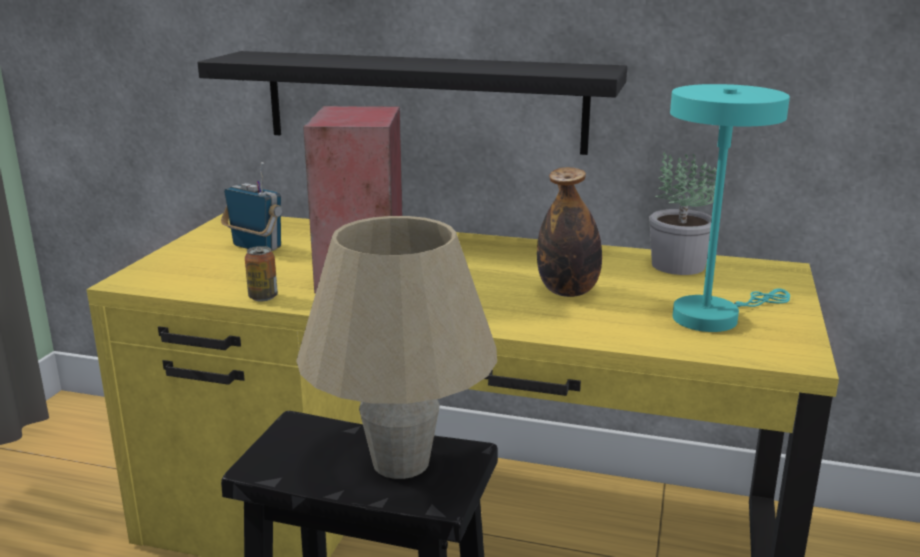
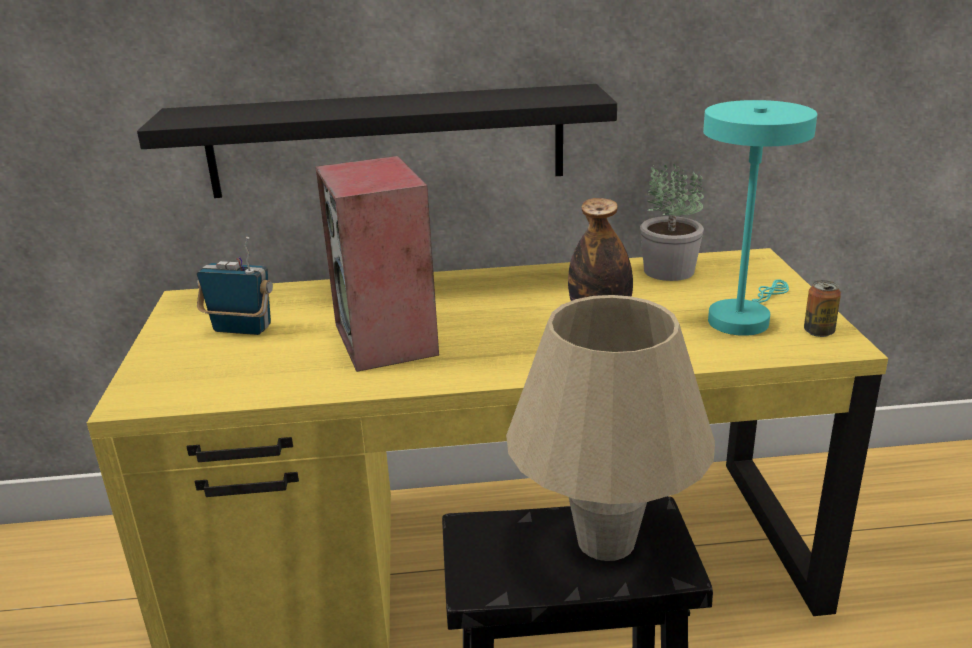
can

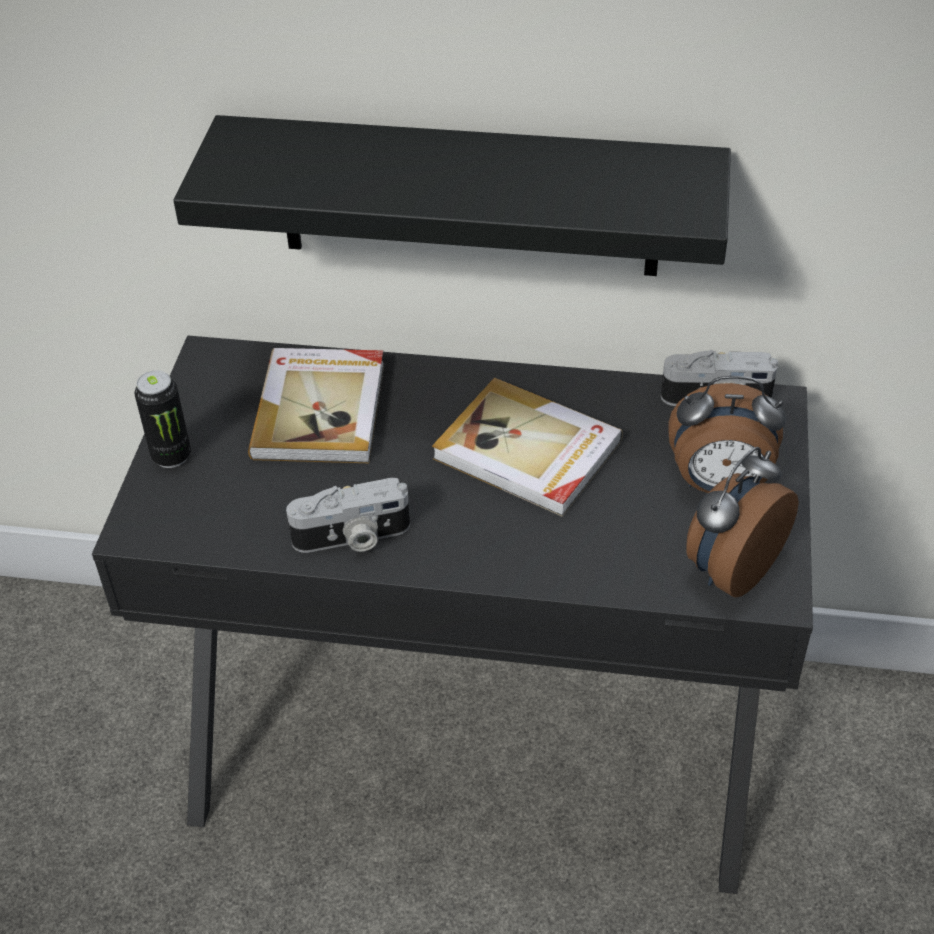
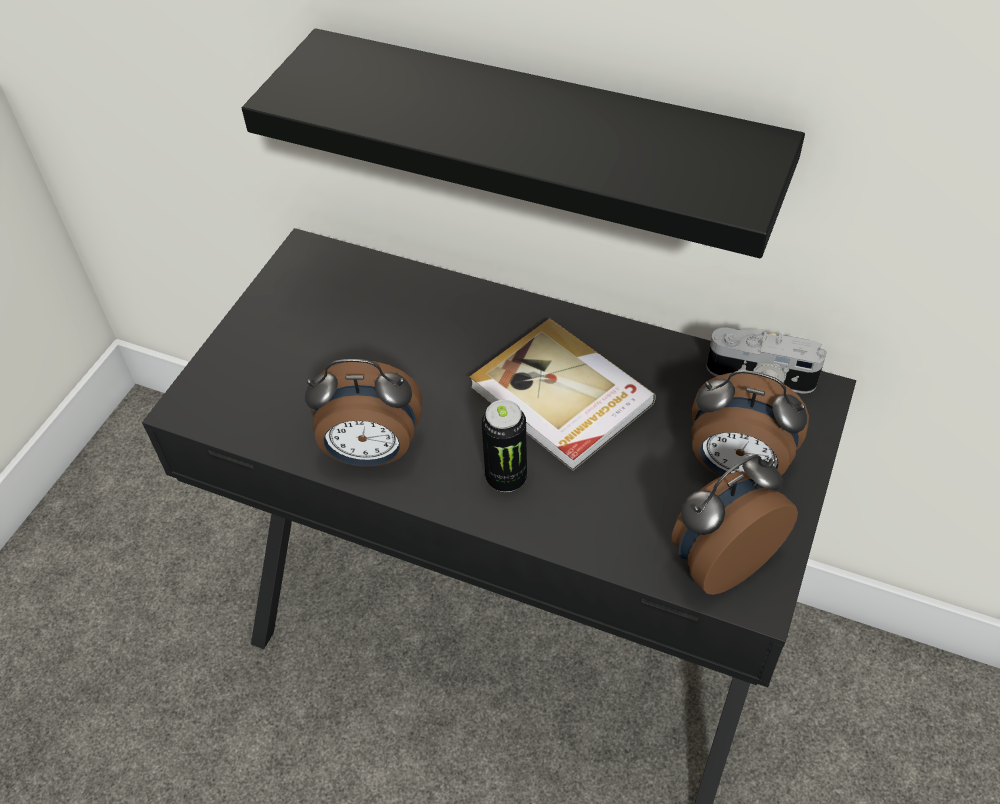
book (no. 1 from left in the first image)
can
alarm clock (no. 1 from left)

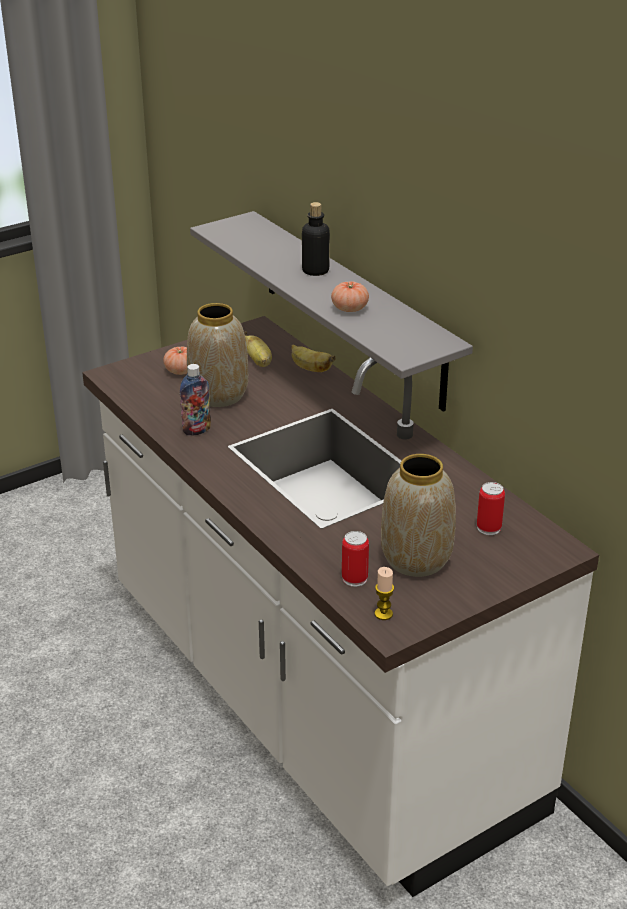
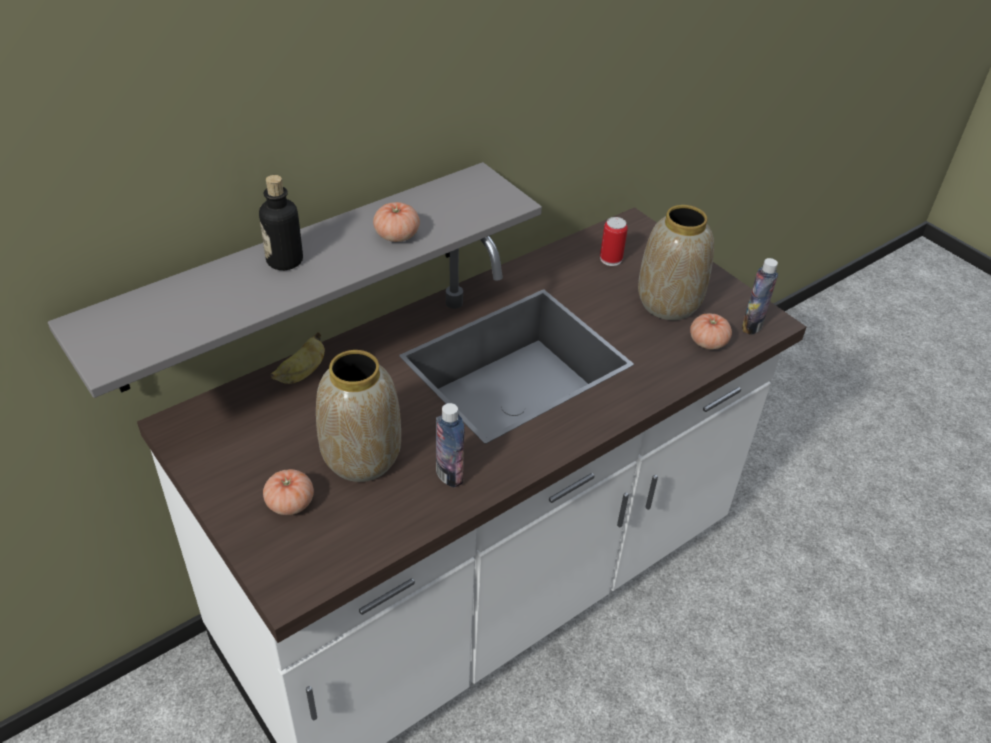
banana (no. 1 from left in the first image)
tomato (no. 3 from left)
bottle (no. 3 from left)

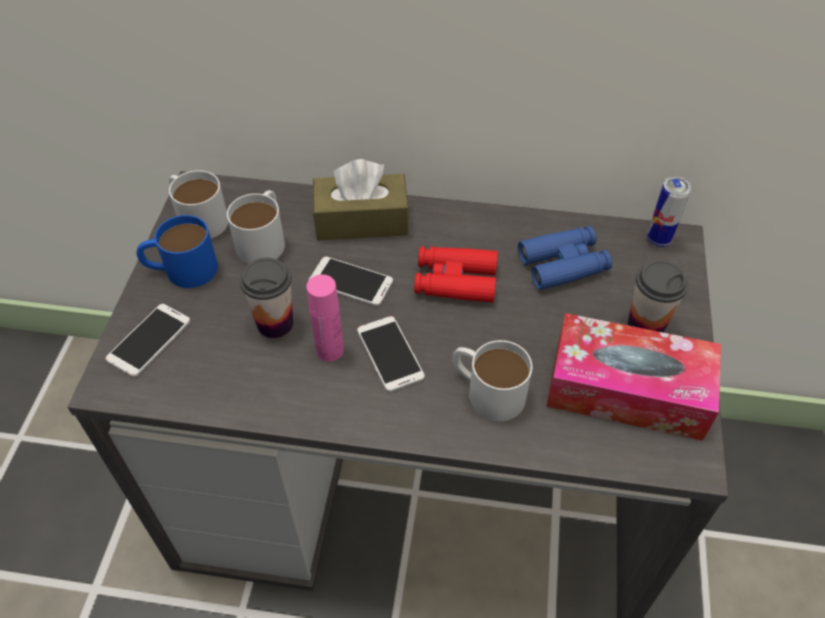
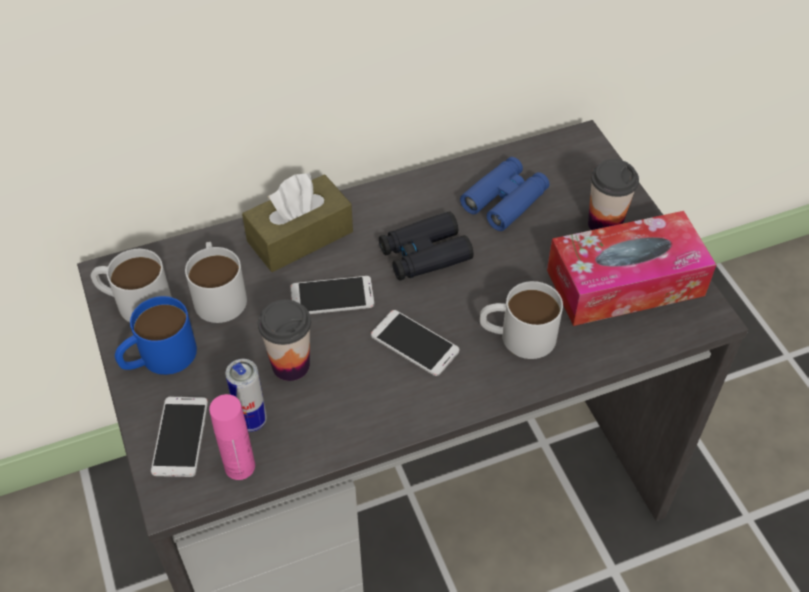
pink bottle
can
black binoculars

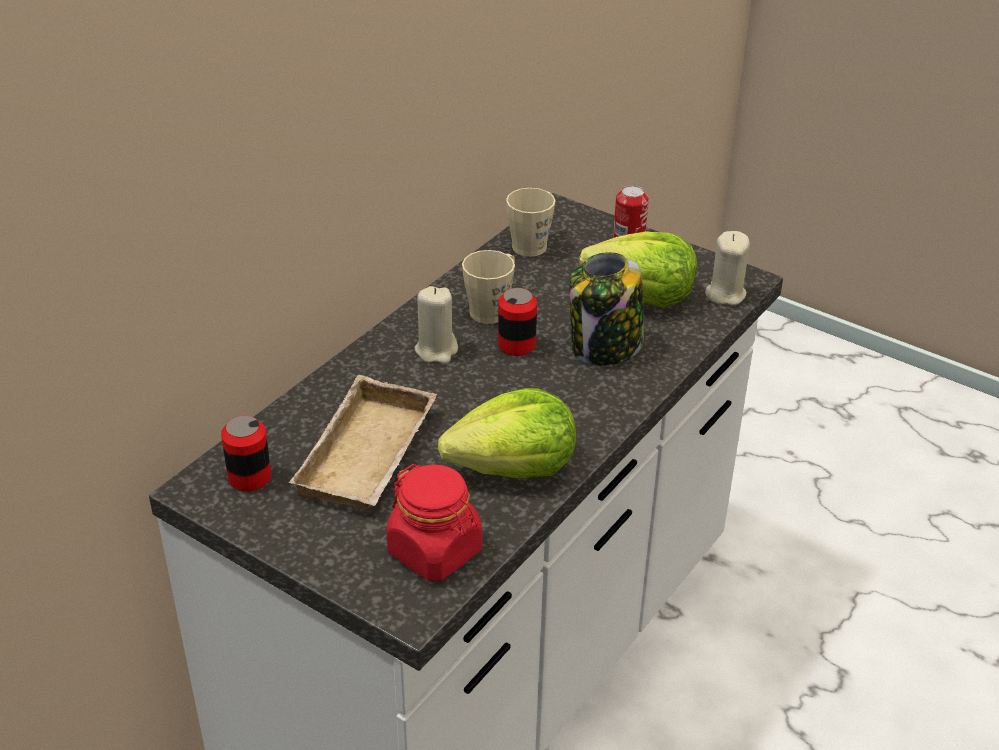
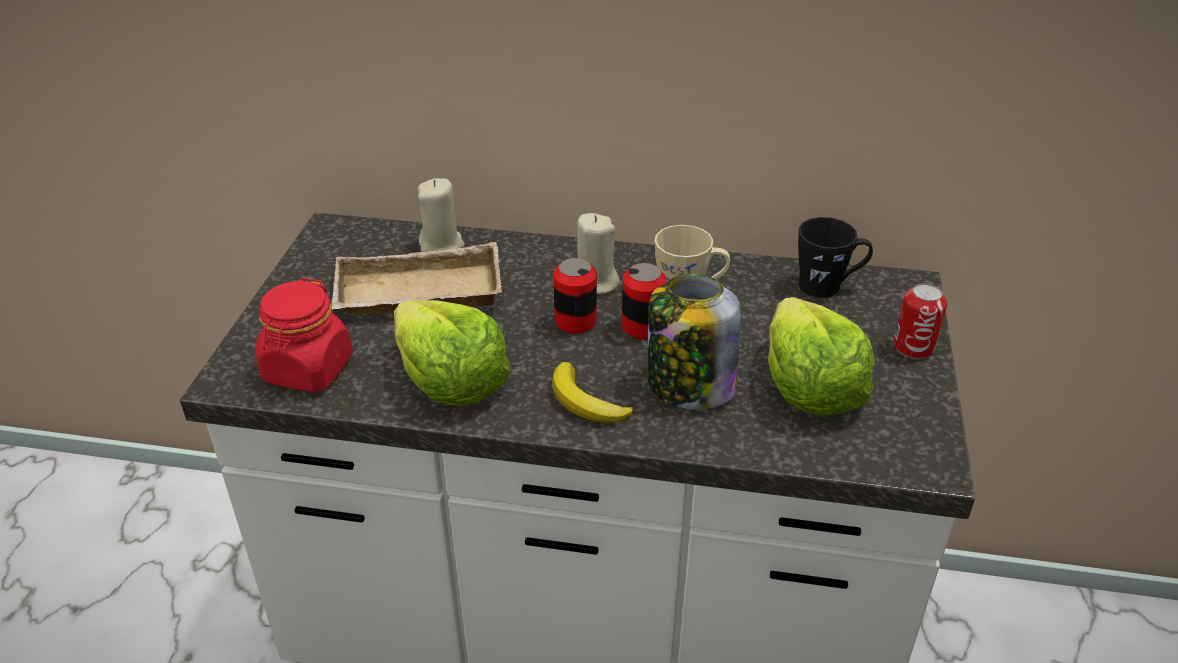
banana
can (no. 1 from left)
beige candle (no. 1 from left)
black mug

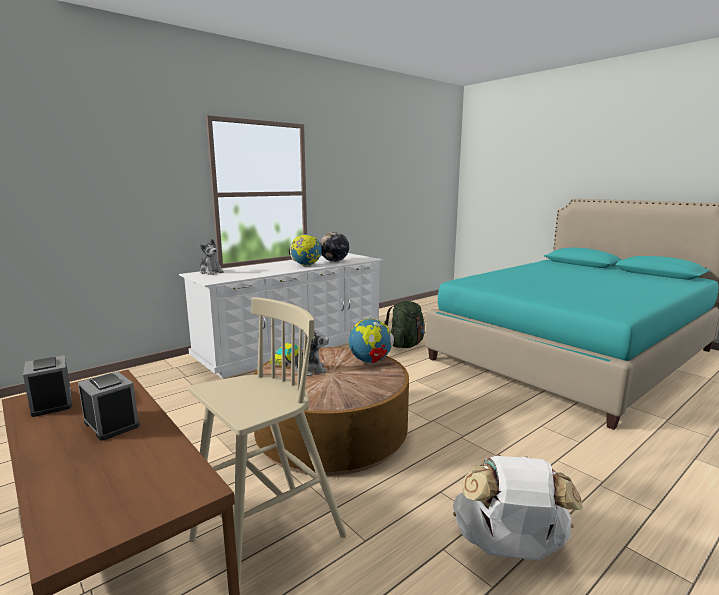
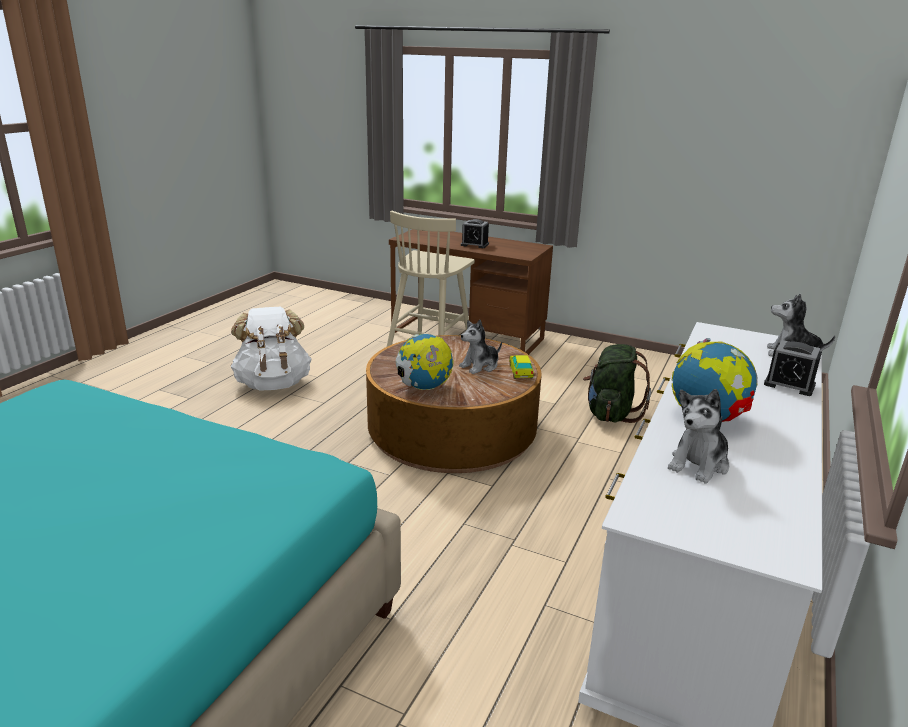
alarm clock (no. 2 from left)
green backpack
plush toy (no. 2 from left)

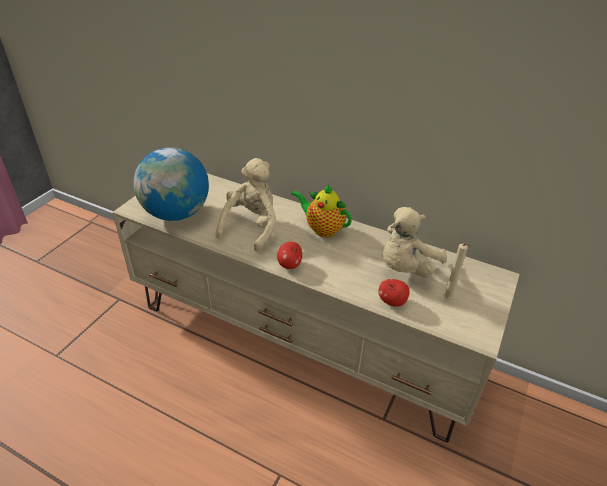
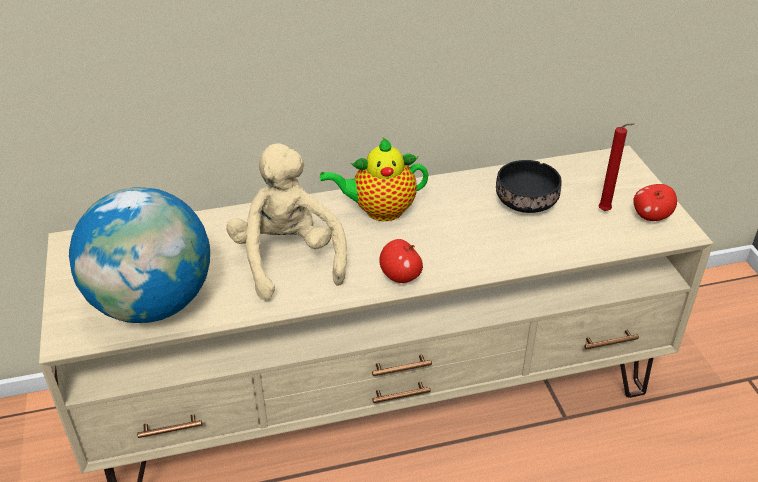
apple (no. 2 from left)
black bowl
red candle

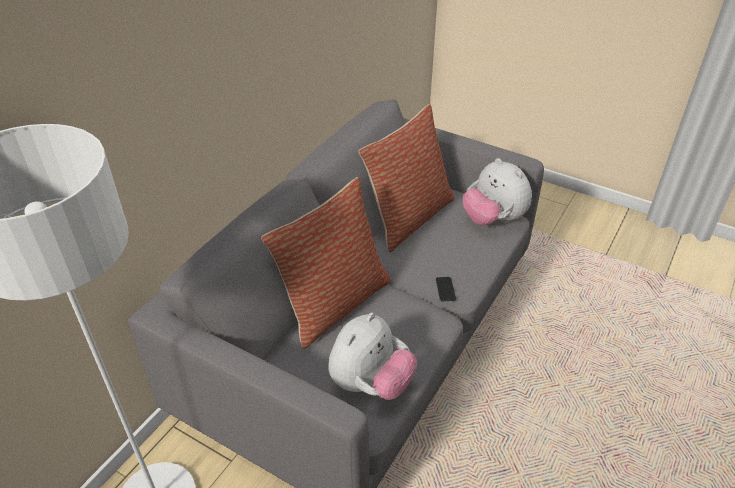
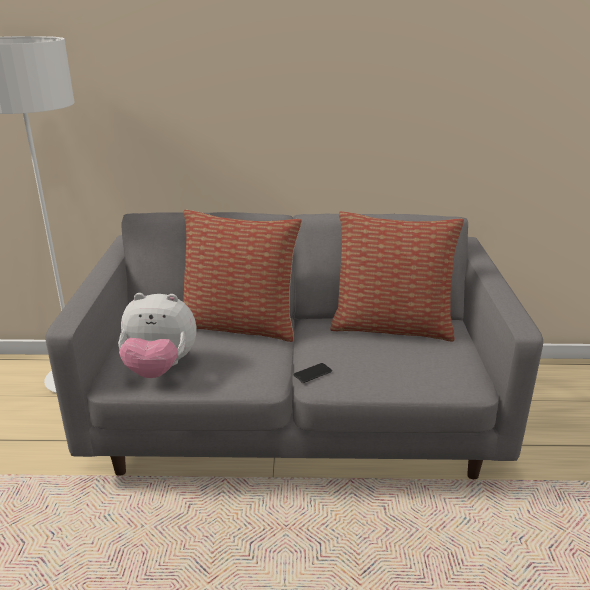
plush toy (no. 2 from left in the first image)

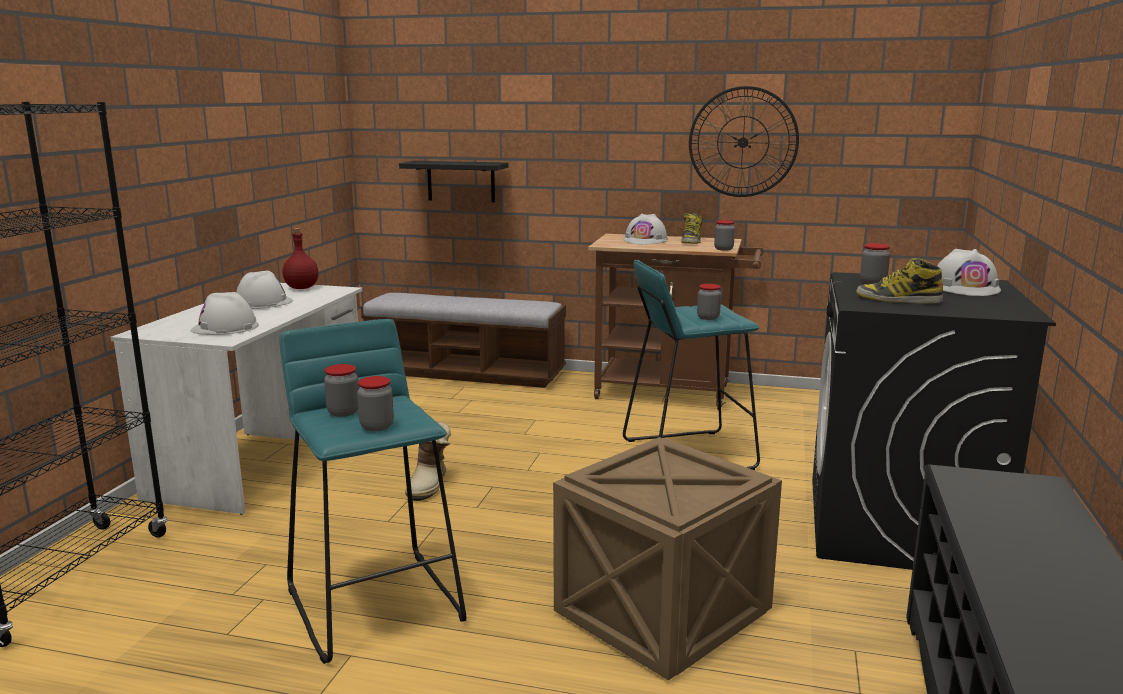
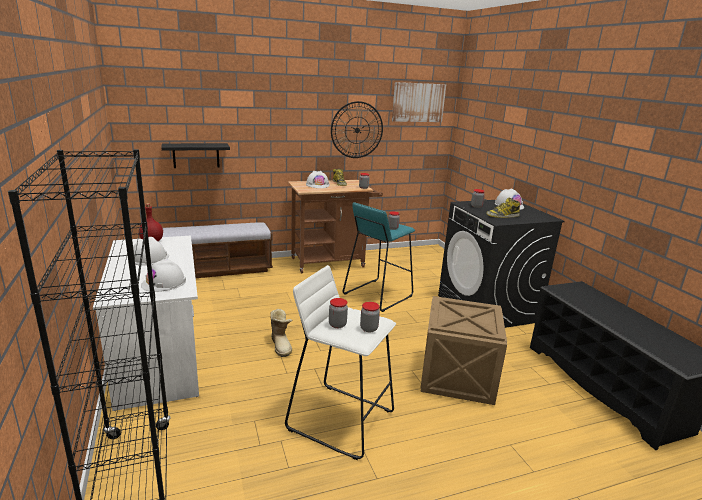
picture
white stool

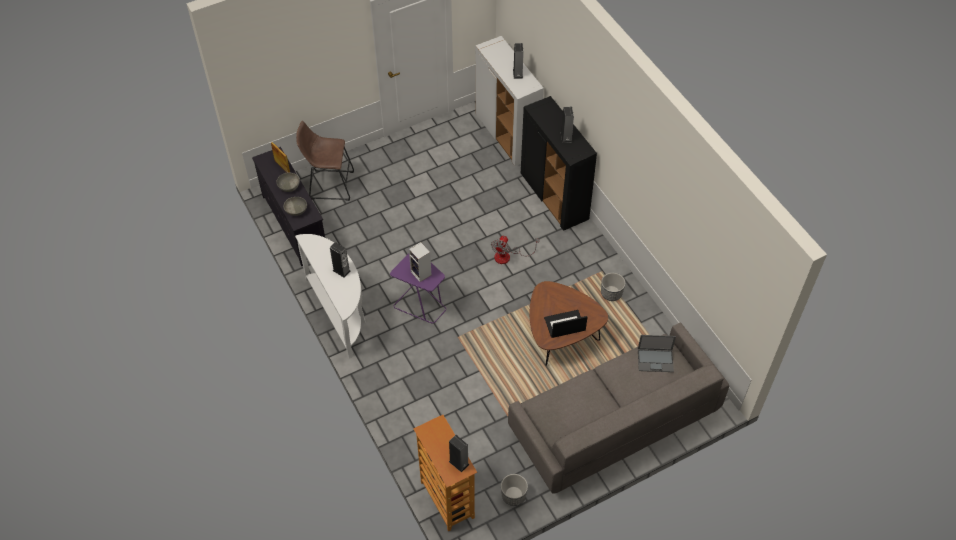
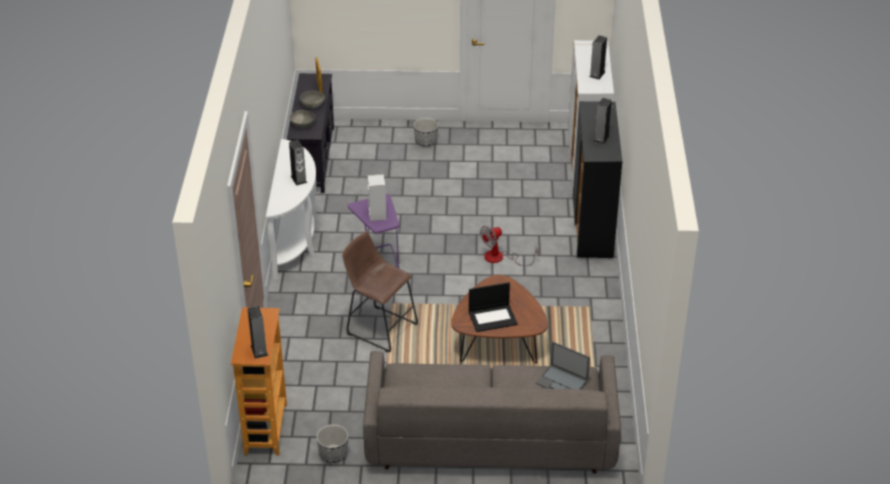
brown stool
planter (no. 2 from left)
laptop (no. 1 from left)

